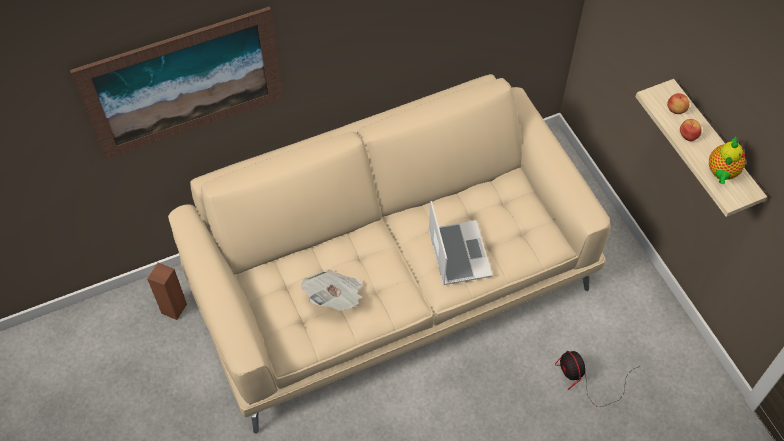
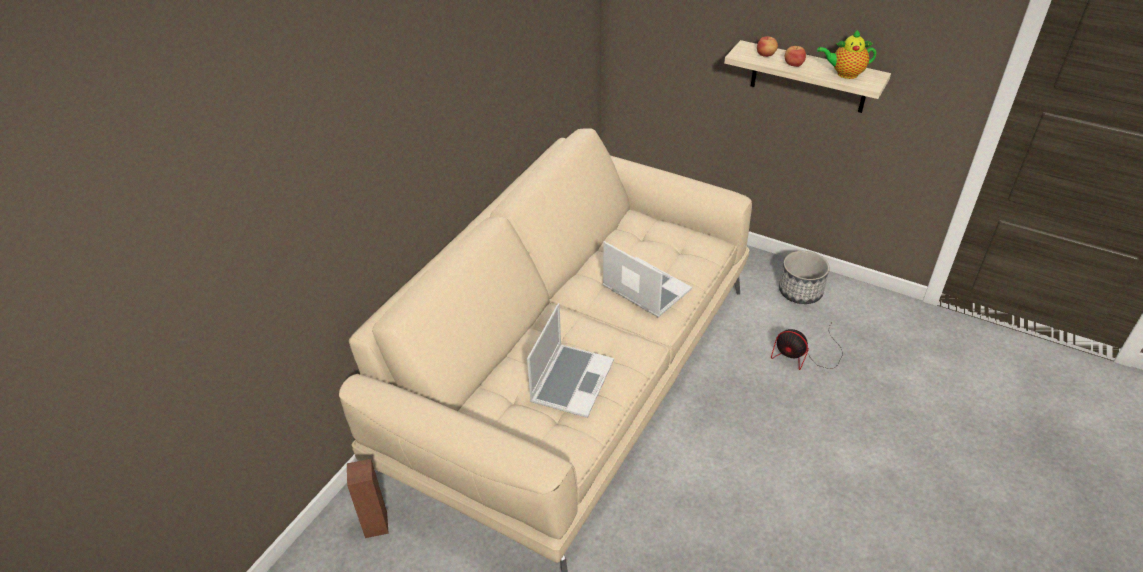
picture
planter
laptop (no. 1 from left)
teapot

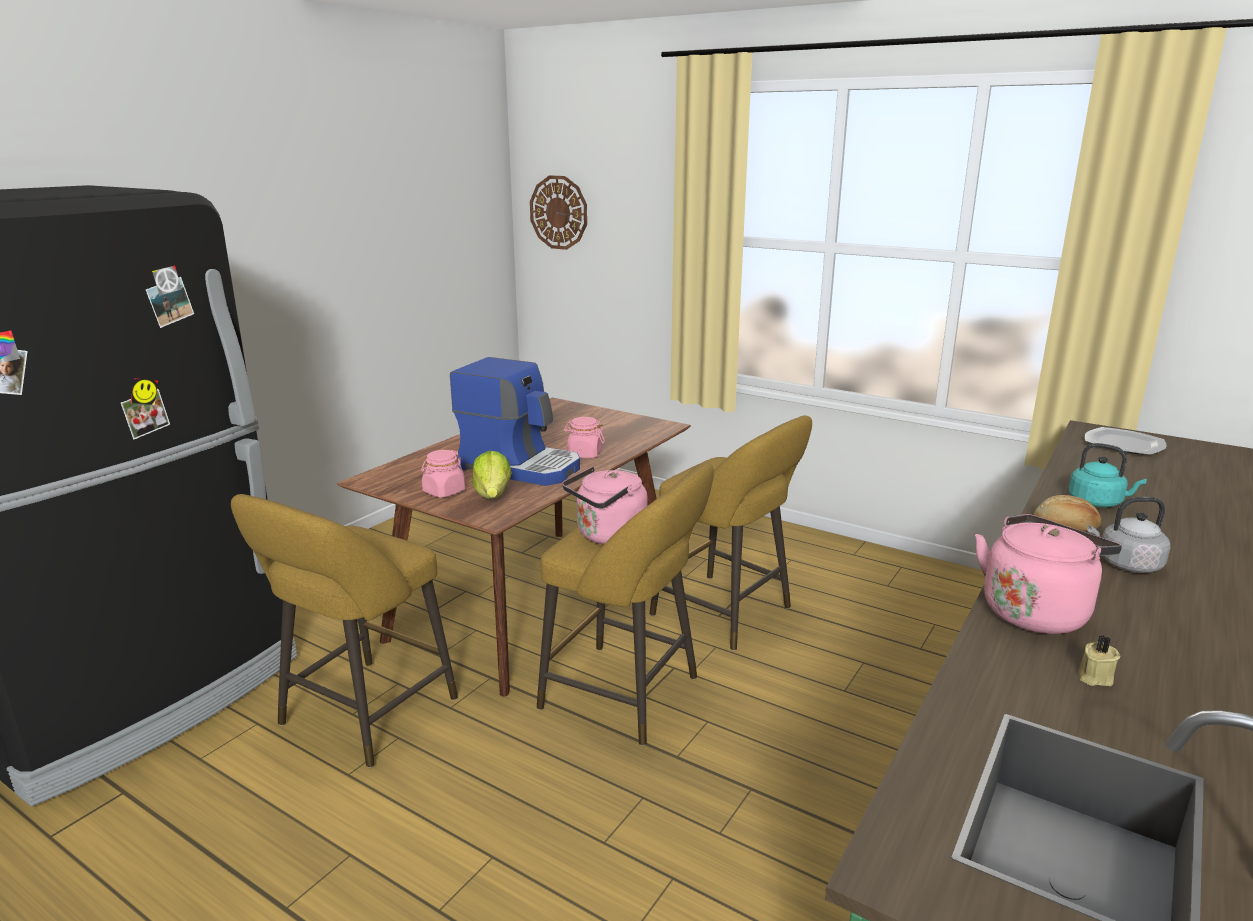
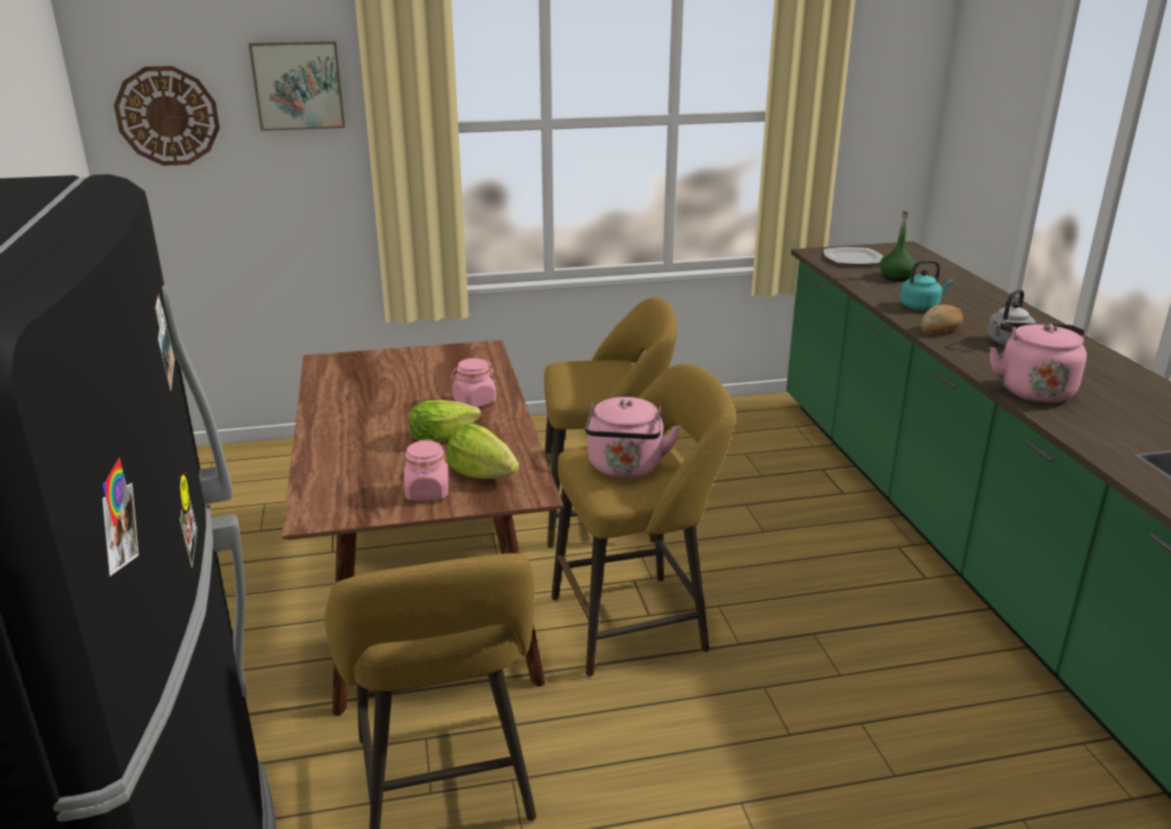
beige candle
picture
green bottle
lettuce (no. 1 from left)

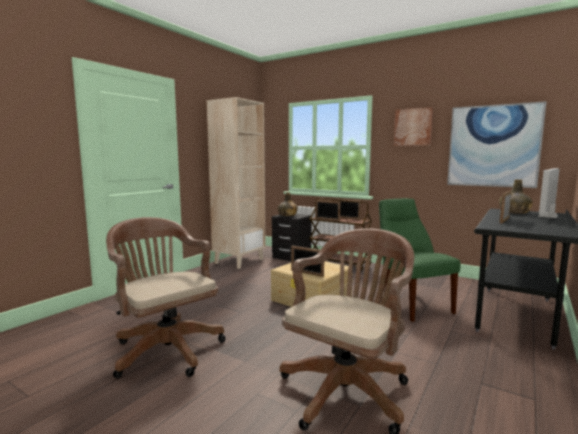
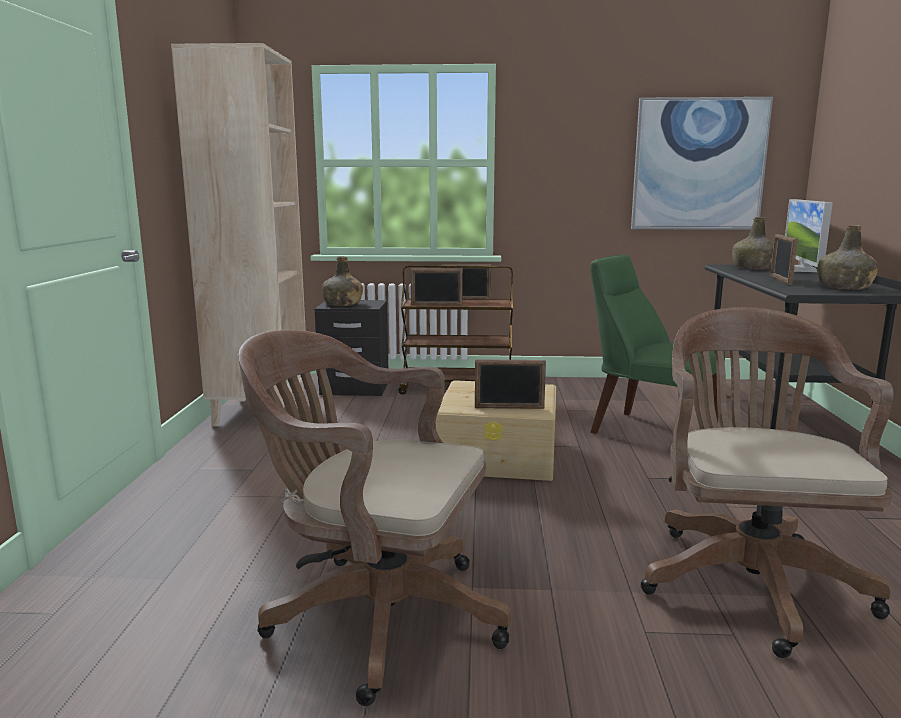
picture (no. 1 from left in the first image)
green bottle (no. 3 from left)

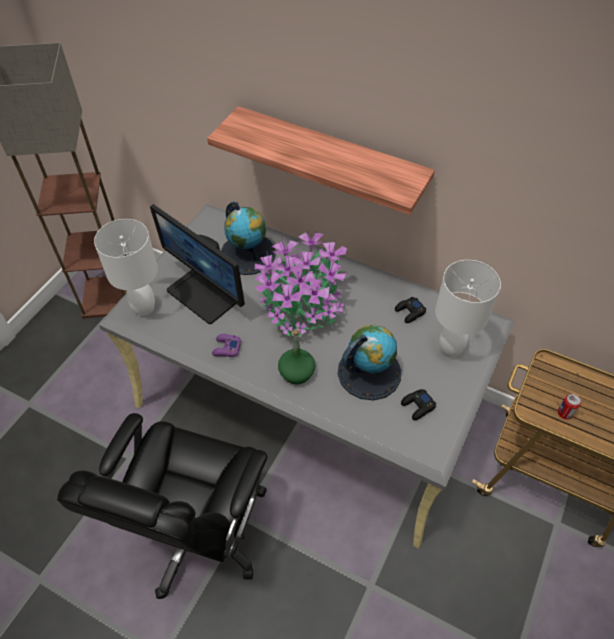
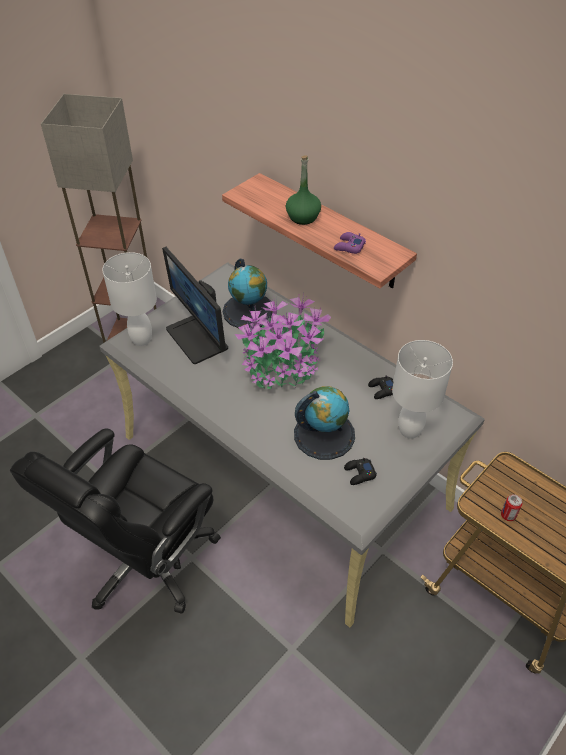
purple game controller
green bottle

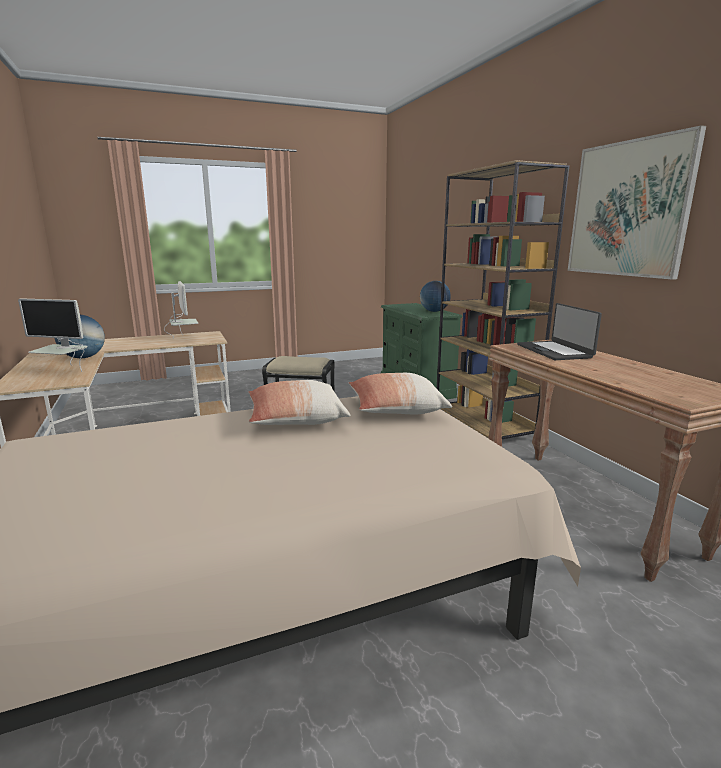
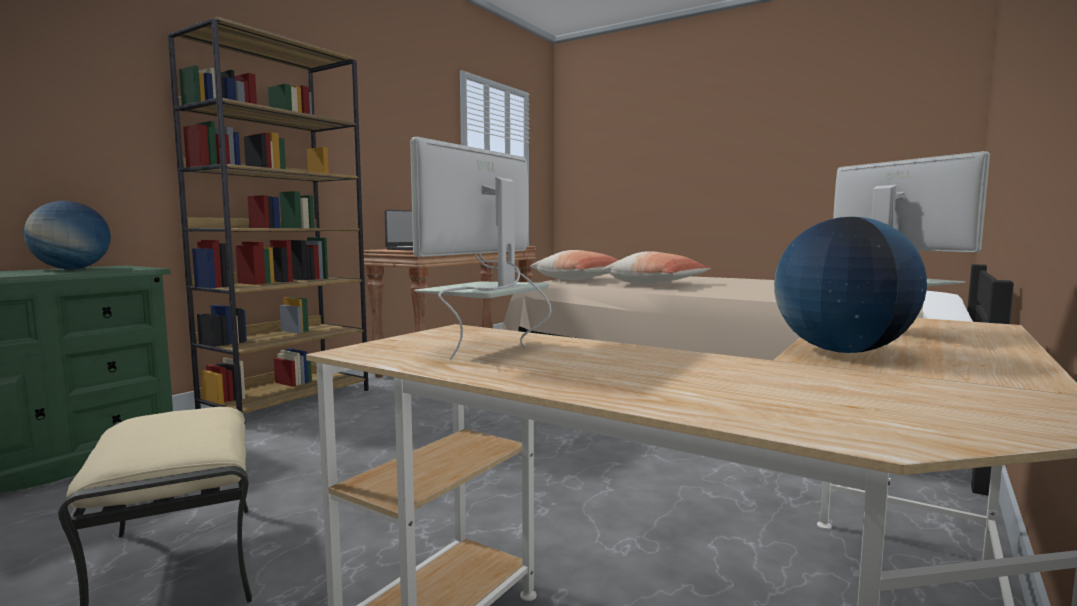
picture

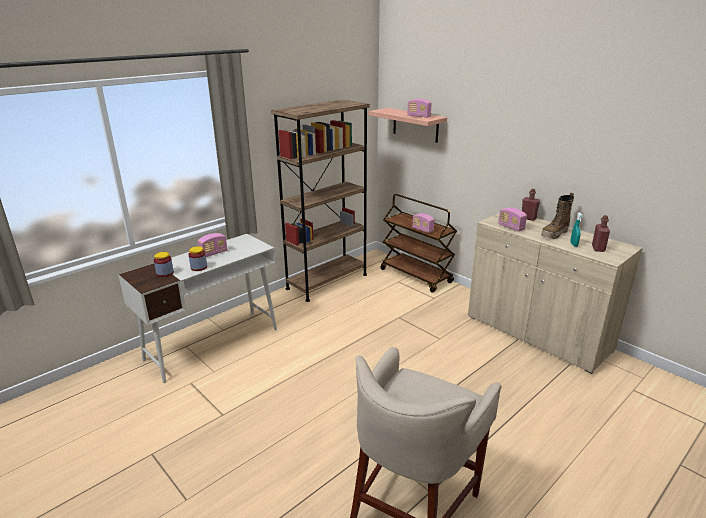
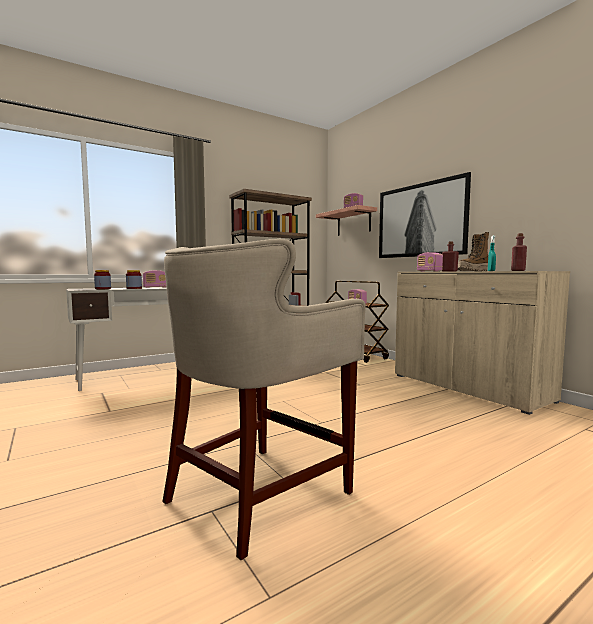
picture

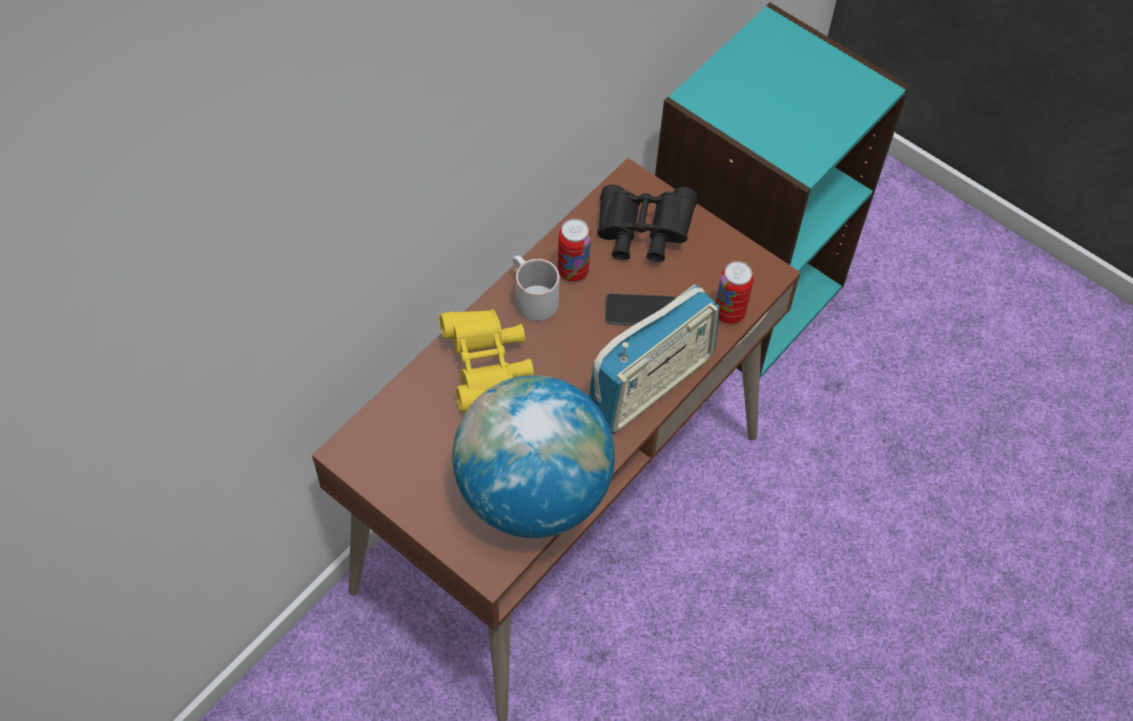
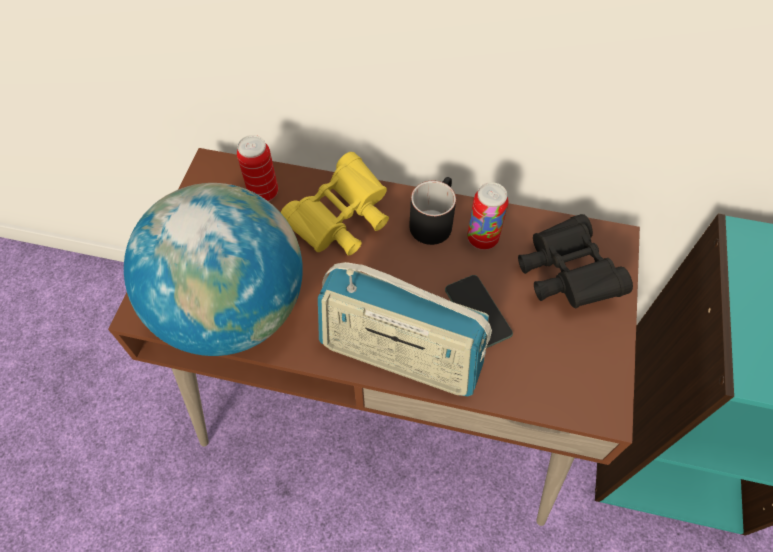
can (no. 1 from left)
black mug

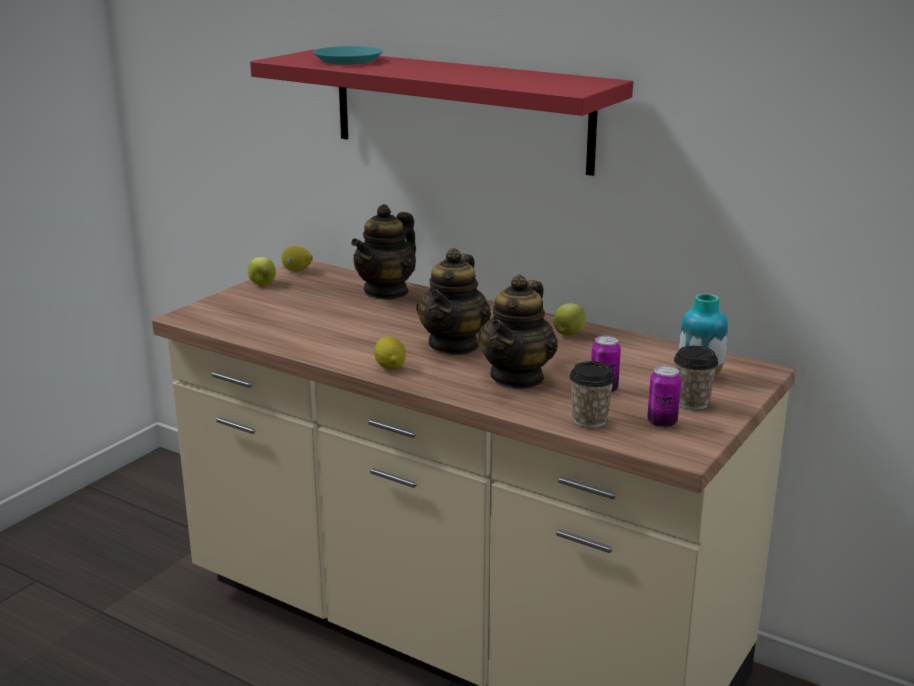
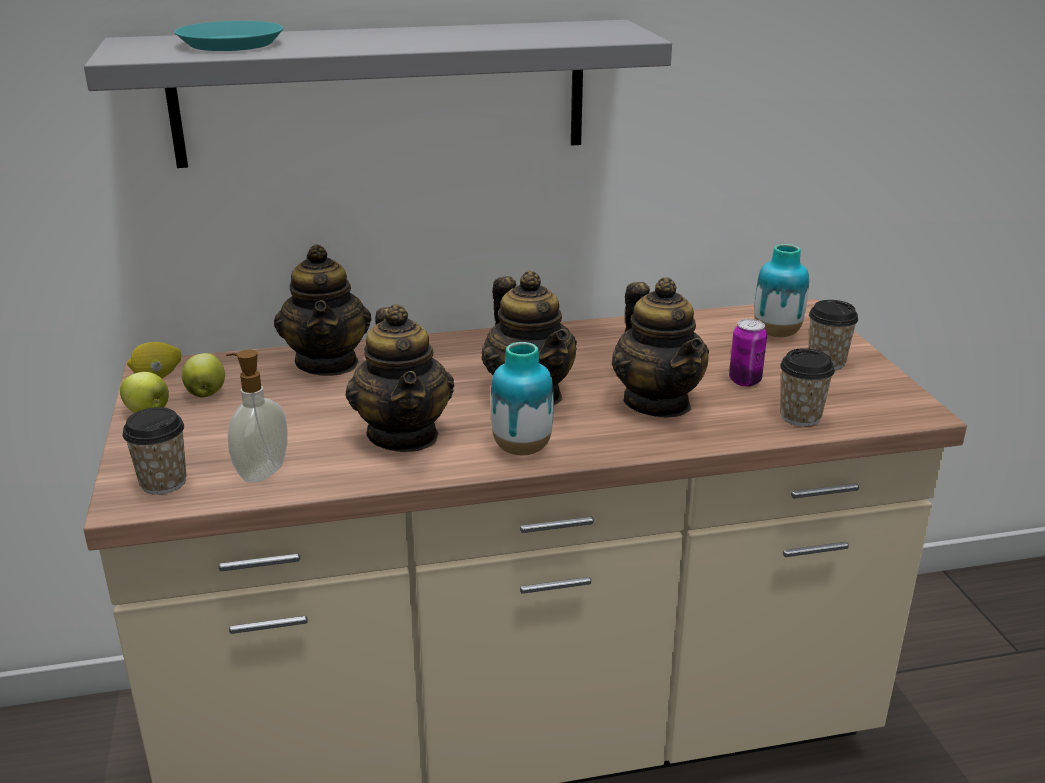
can (no. 2 from left in the first image)
cup (no. 1 from left)
soap dispenser
teapot (no. 2 from left)
apple (no. 2 from left)
vase (no. 1 from left)
grey shelf

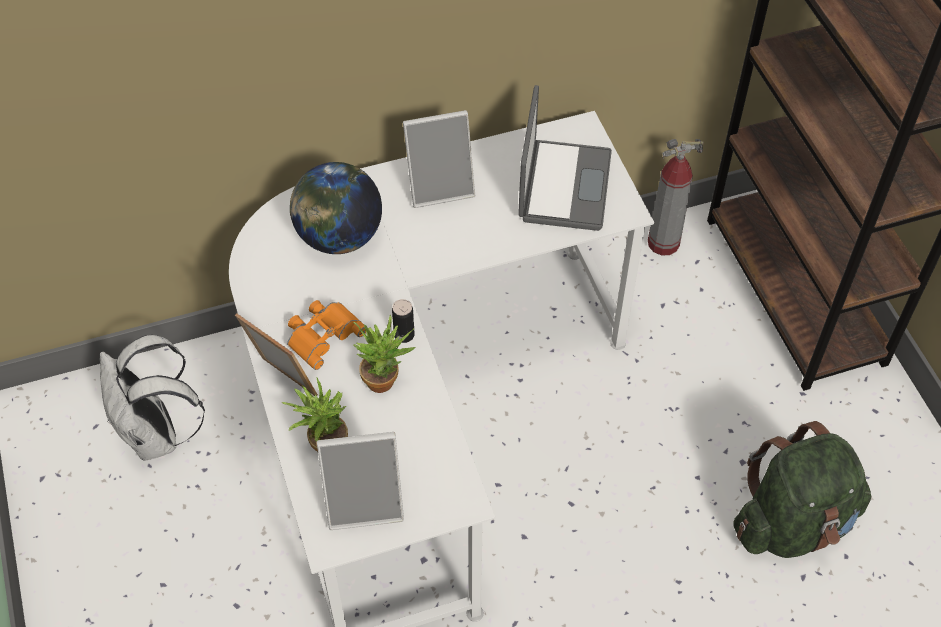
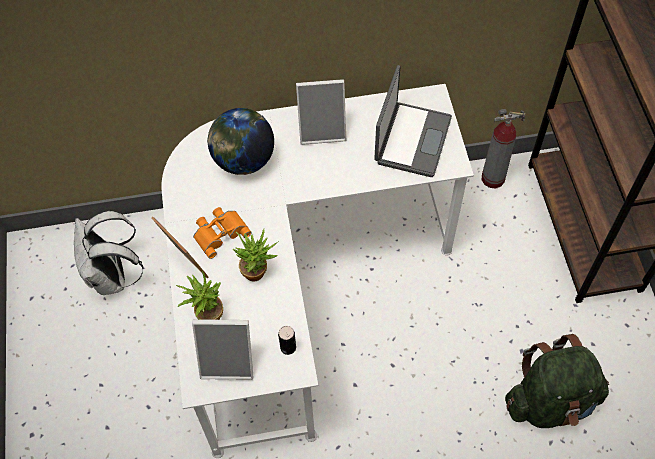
can

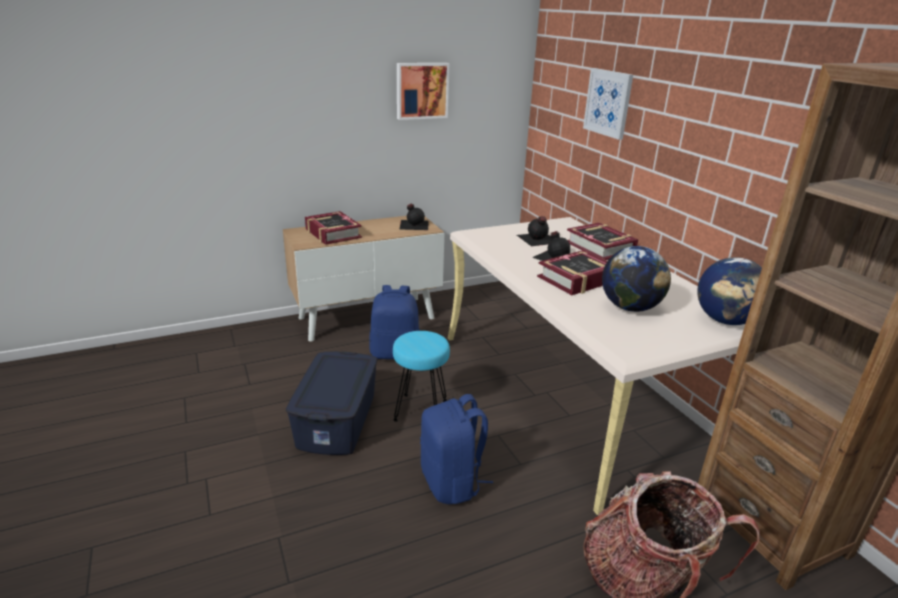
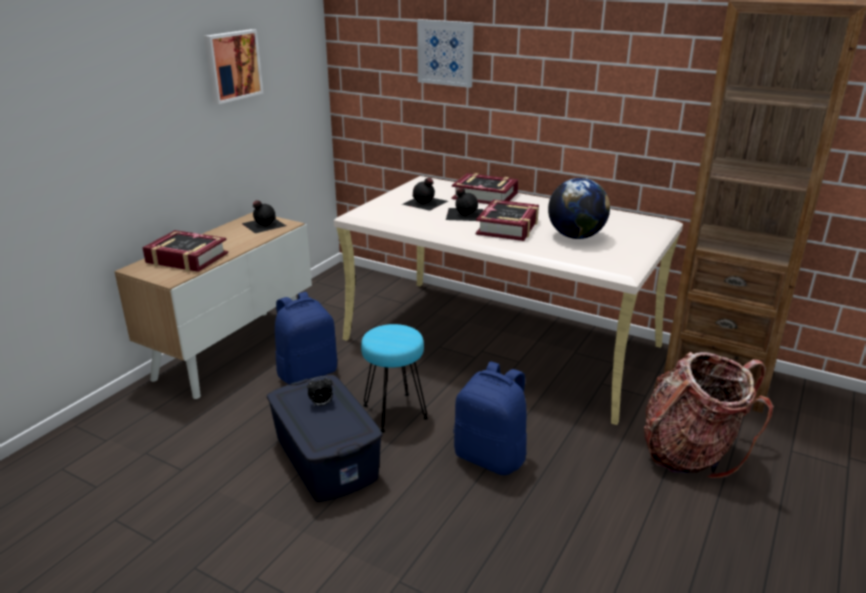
globe (no. 2 from left in the first image)
alarm clock

